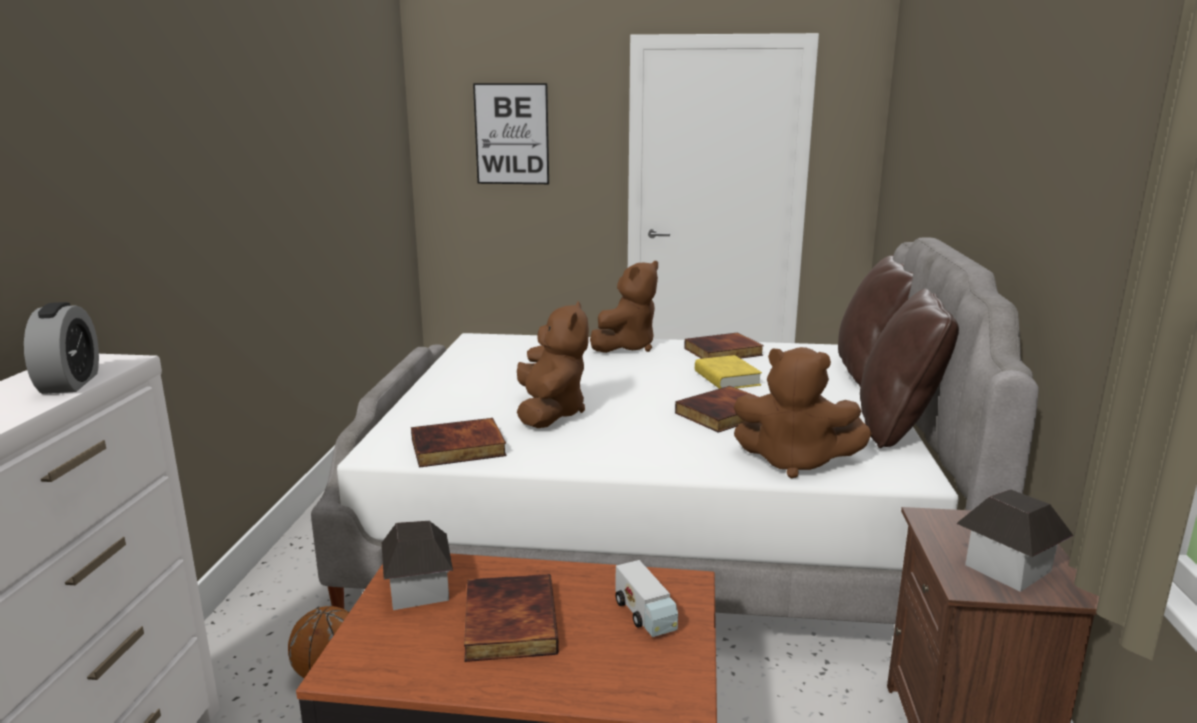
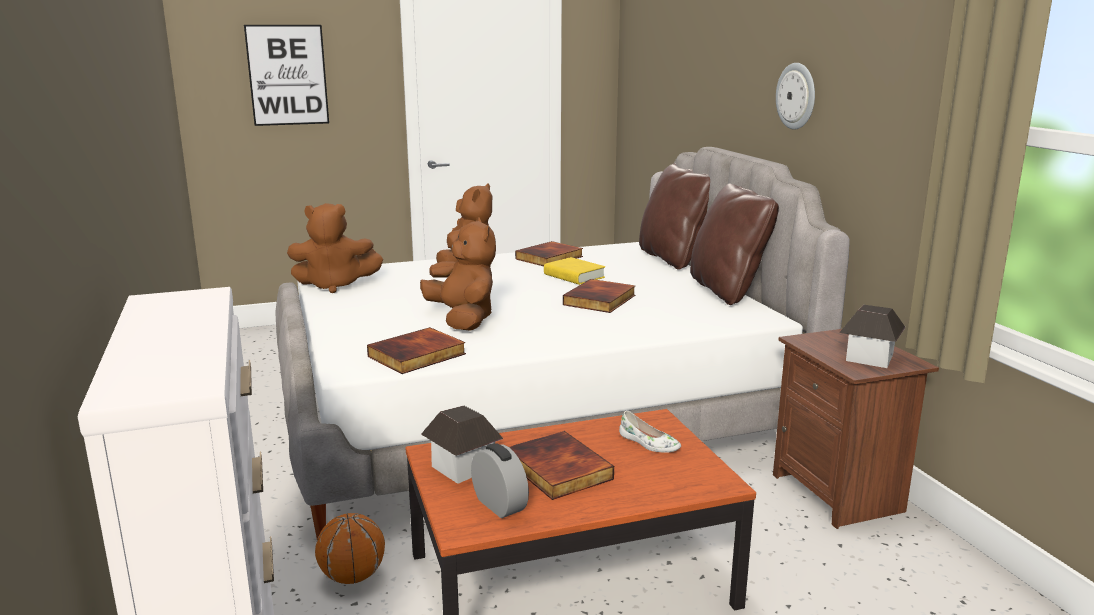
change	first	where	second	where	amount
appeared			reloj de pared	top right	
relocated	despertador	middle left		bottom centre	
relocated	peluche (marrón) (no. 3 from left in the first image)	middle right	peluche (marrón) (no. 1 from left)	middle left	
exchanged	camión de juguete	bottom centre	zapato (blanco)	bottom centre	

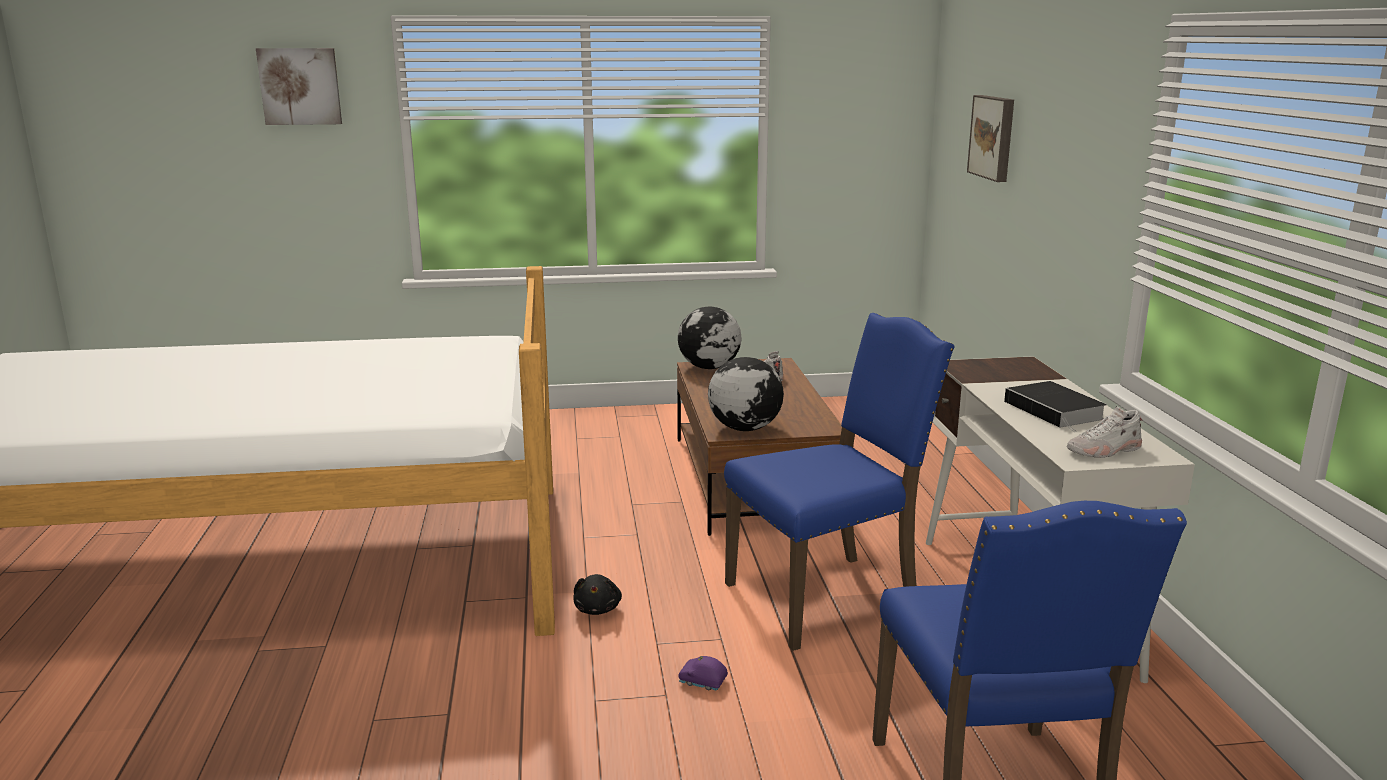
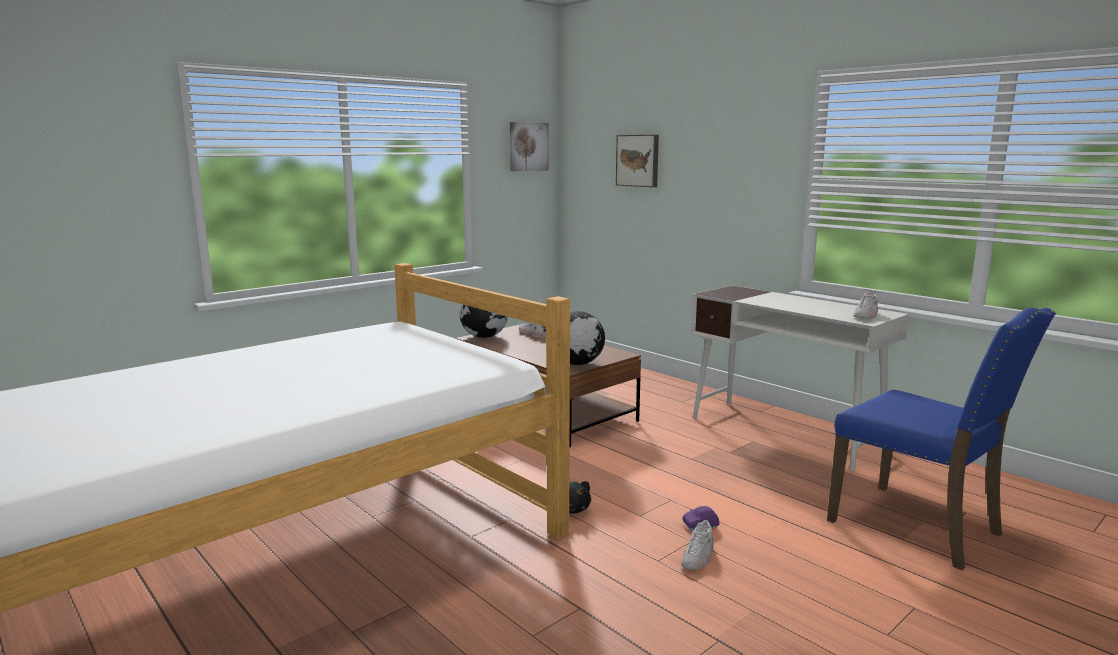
change	first	where	second	where	amount
missing	silla (azul) (no. 1 from left)	centre			
missing	libro	middle right			
appeared			zapato (blanco) (no. 2 from left)	bottom centre	
relocated	cuadro (no. 1 from left)	top left		top centre	

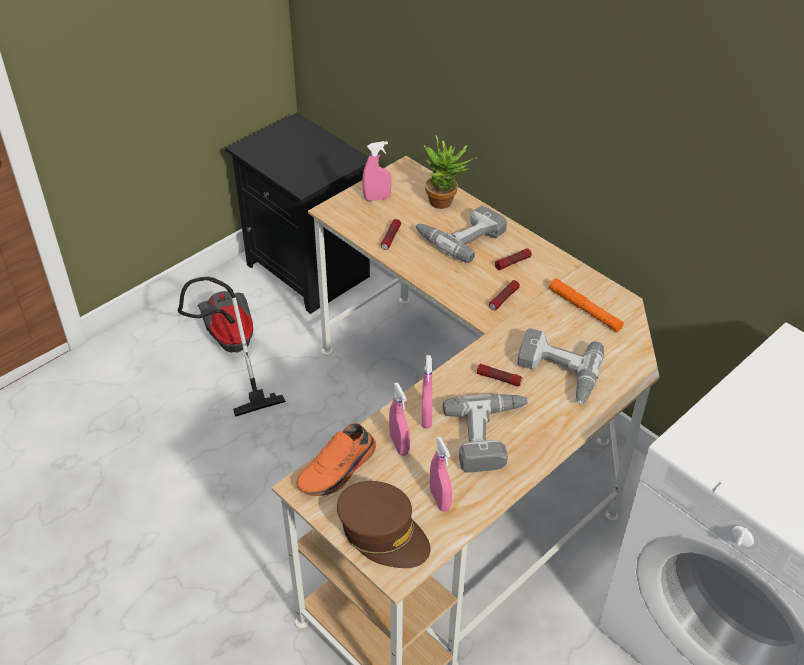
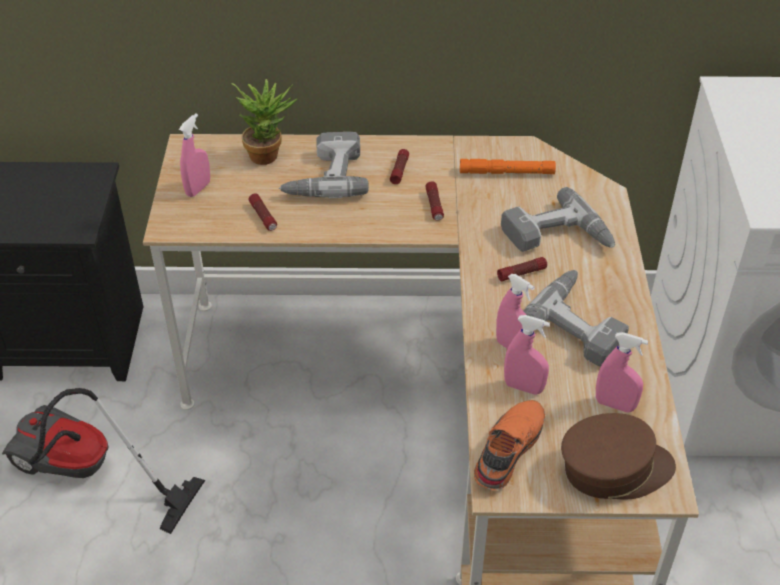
change	first	where	second	where	amount
spun	zapato (naranja)	bottom centre		bottom centre	150 degrees counterclockwise

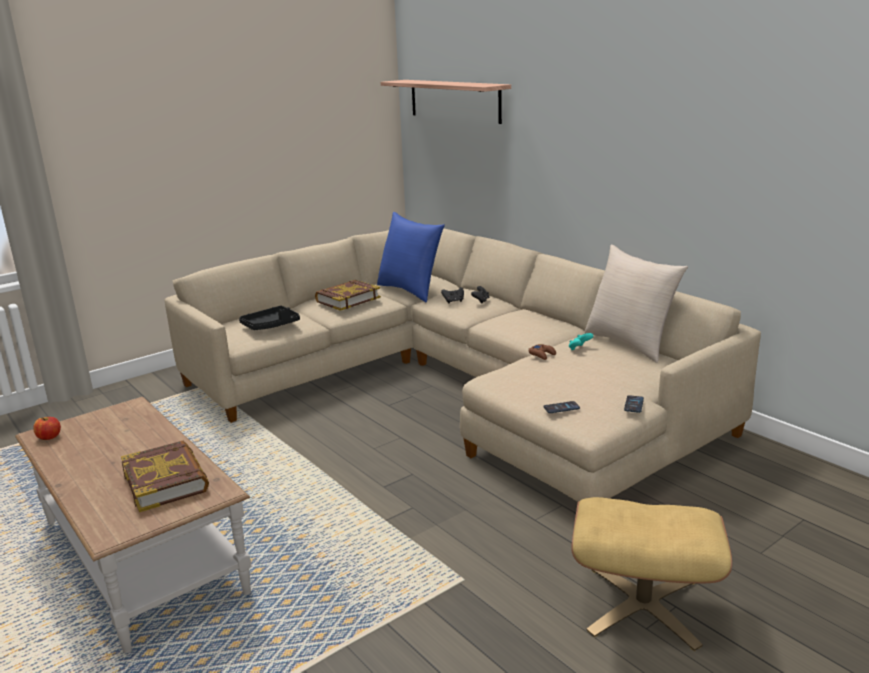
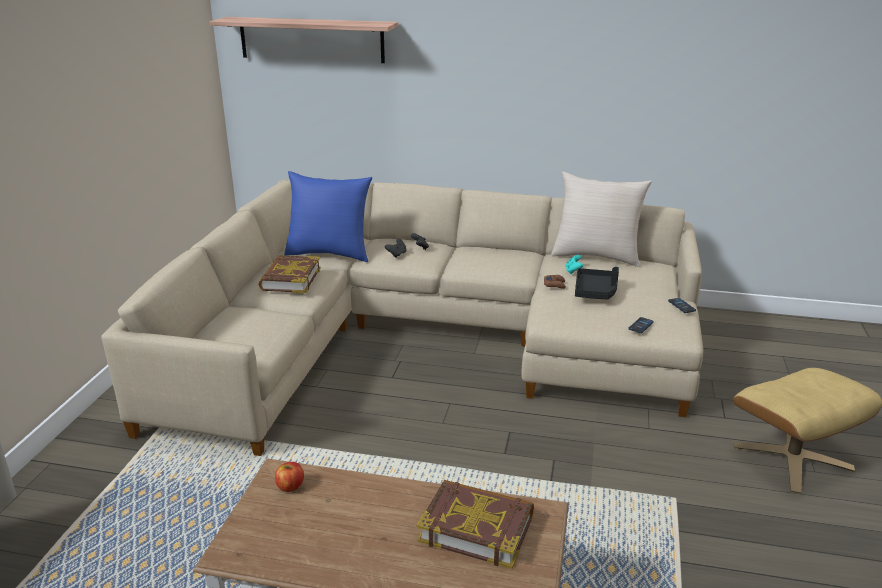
change	first	where	second	where	amount
relocated	manzana	middle left		bottom left	
relocated	bandeja (negro)	middle left		middle right	

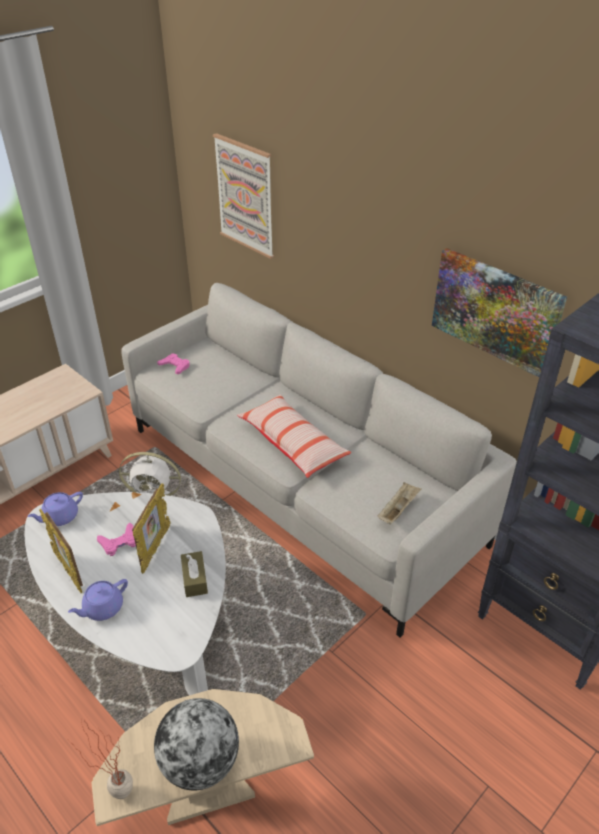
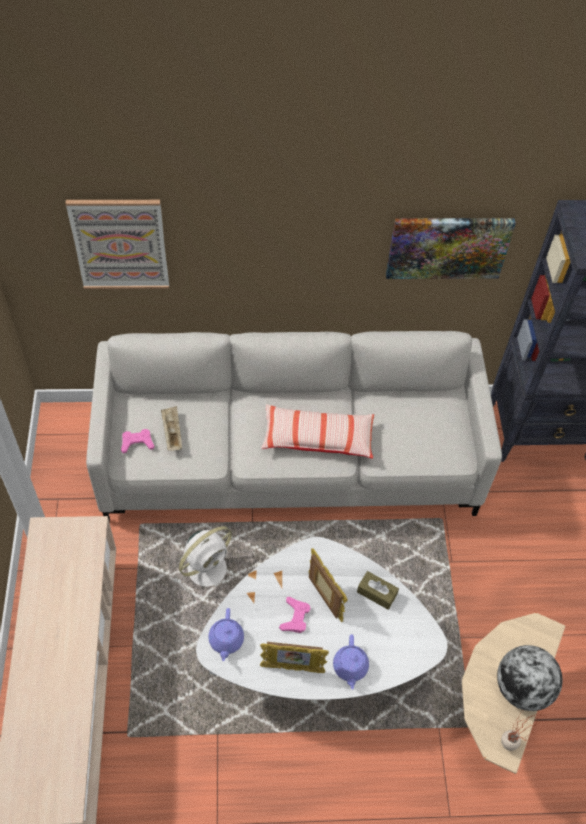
change	first	where	second	where	amount
relocated	bandeja (beis)	centre		middle left	

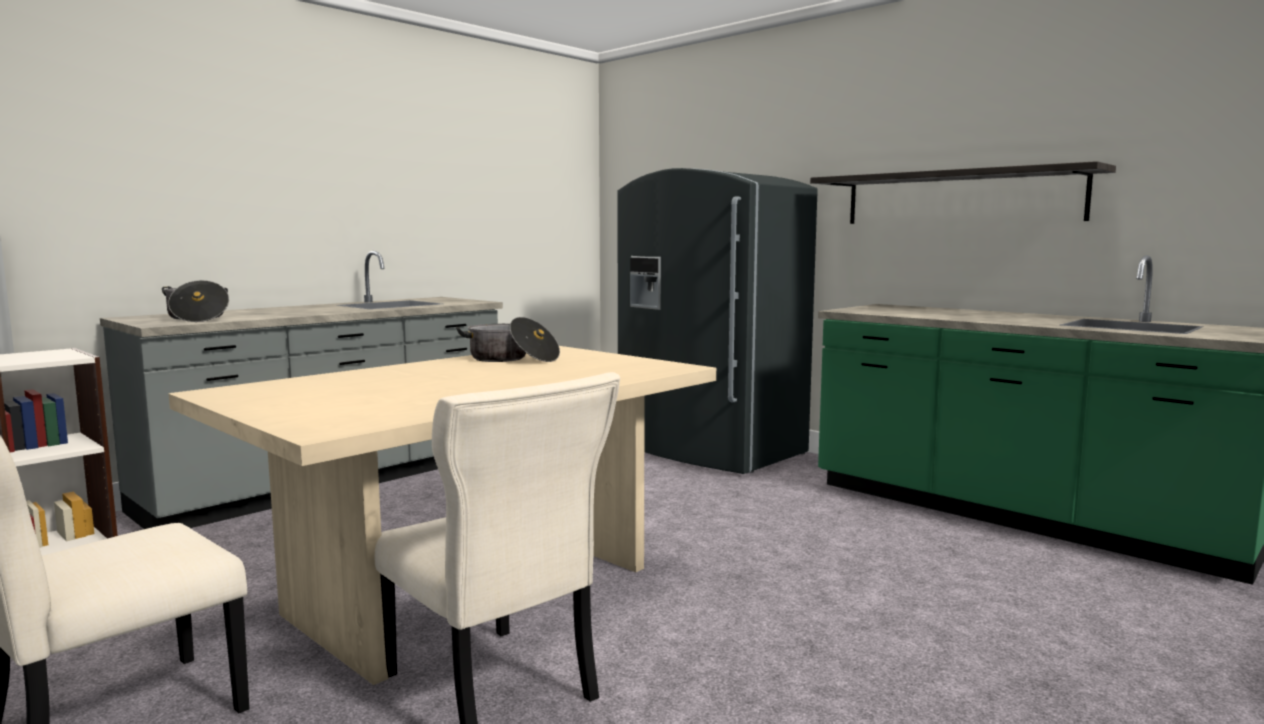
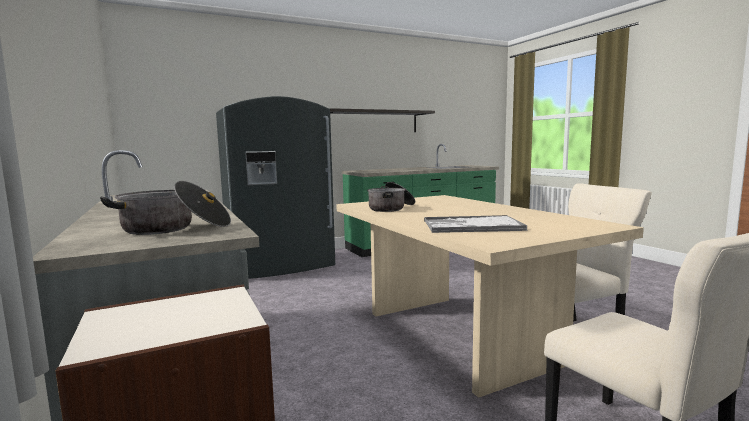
change	first	where	second	where	amount
appeared			bandeja	centre	

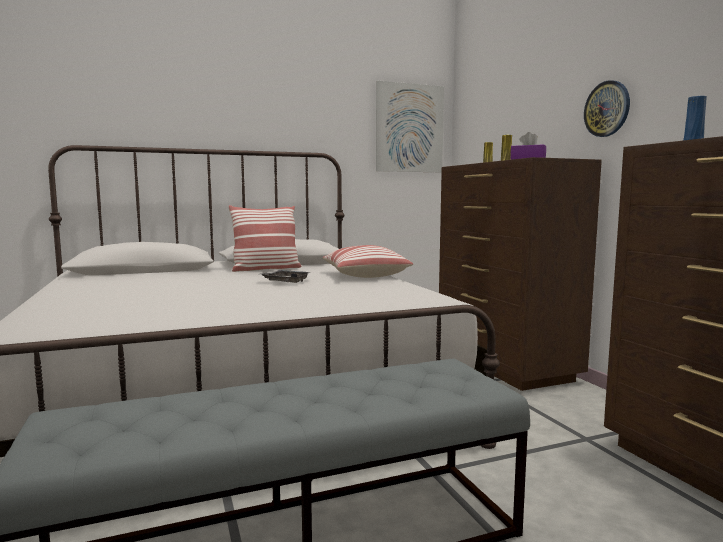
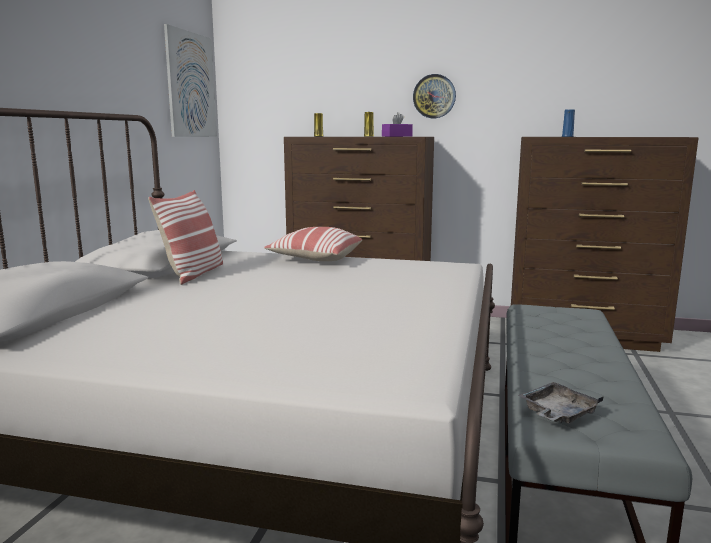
change	first	where	second	where	amount
relocated	bandeja (gris)	centre		bottom right	

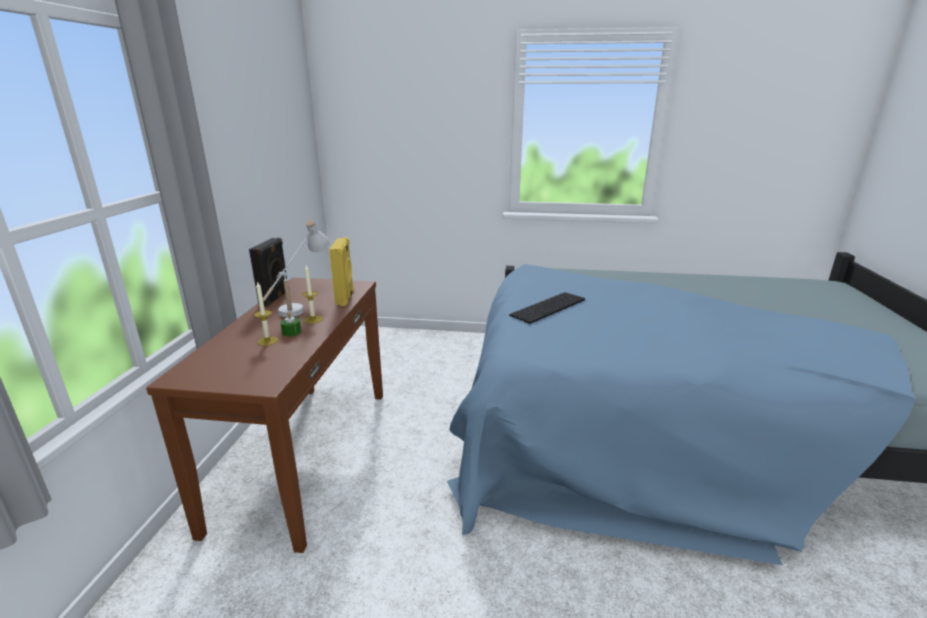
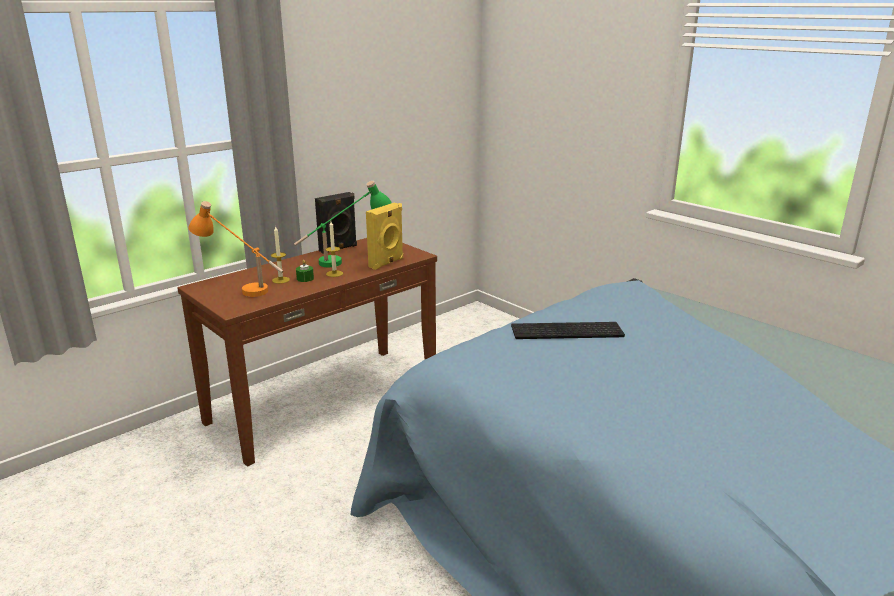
change	first	where	second	where	amount
appeared			lámpara de mesa (naranja)	middle left	
colour	lámpara de mesa (blanco)	middle left	lámpara de mesa (verde)	centre	

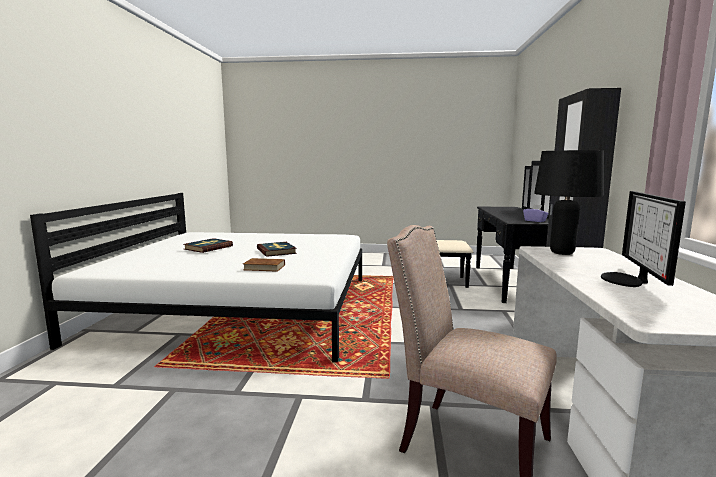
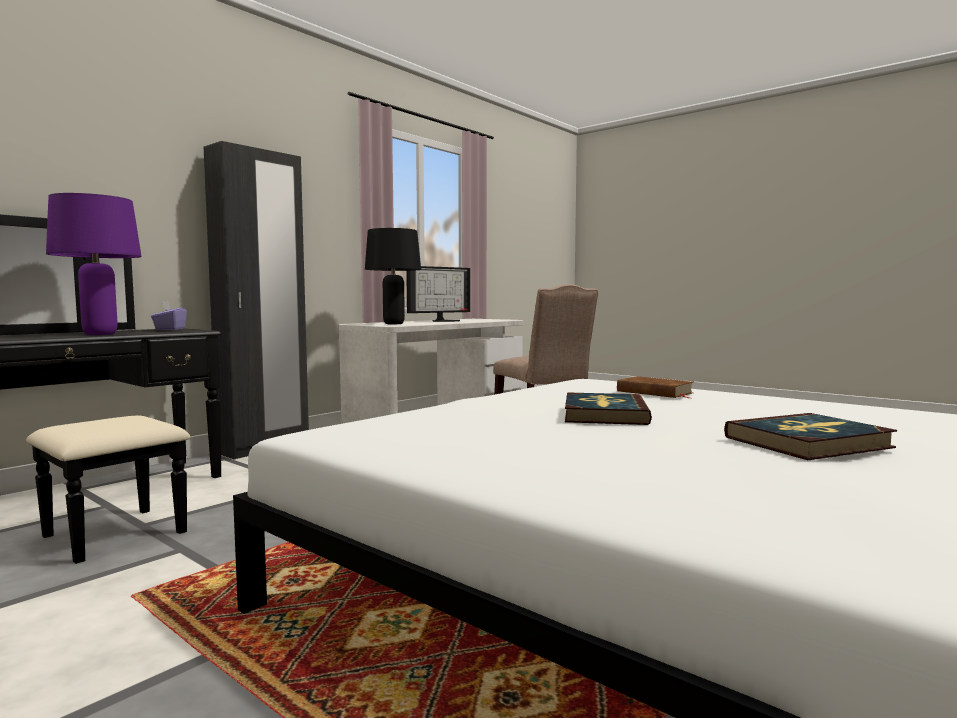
change	first	where	second	where	amount
appeared			lámpara de mesa (morado)	middle left	

